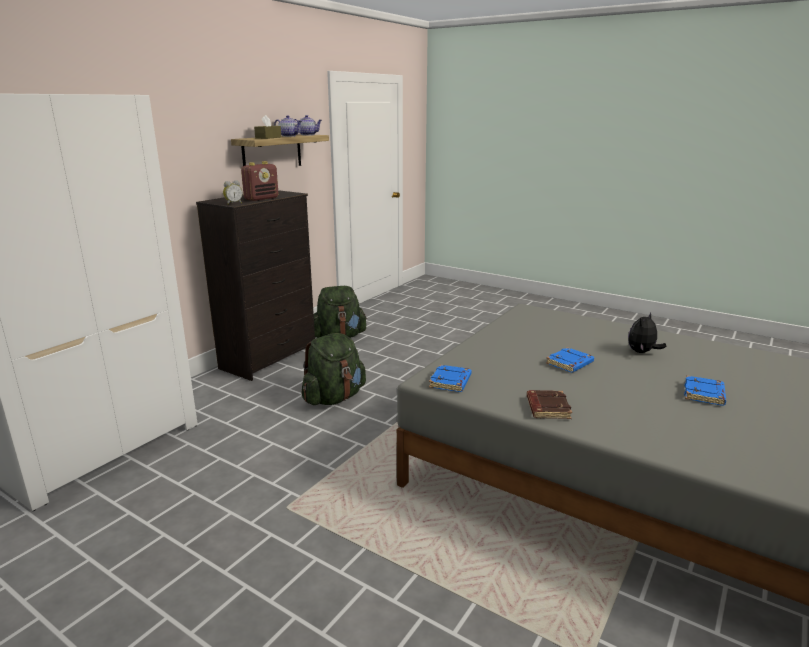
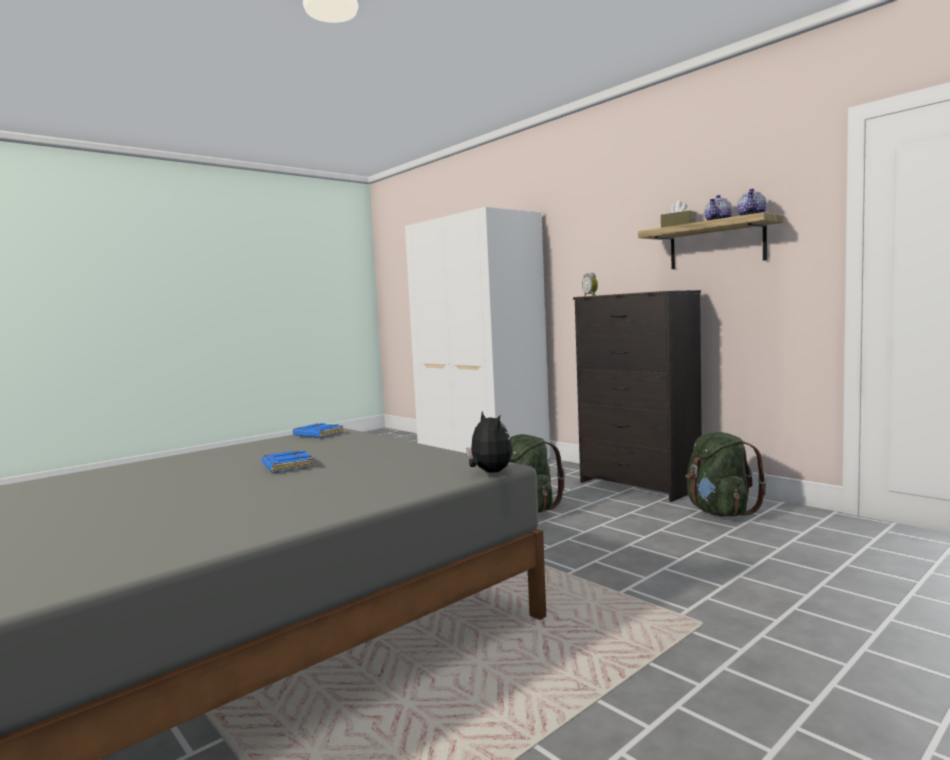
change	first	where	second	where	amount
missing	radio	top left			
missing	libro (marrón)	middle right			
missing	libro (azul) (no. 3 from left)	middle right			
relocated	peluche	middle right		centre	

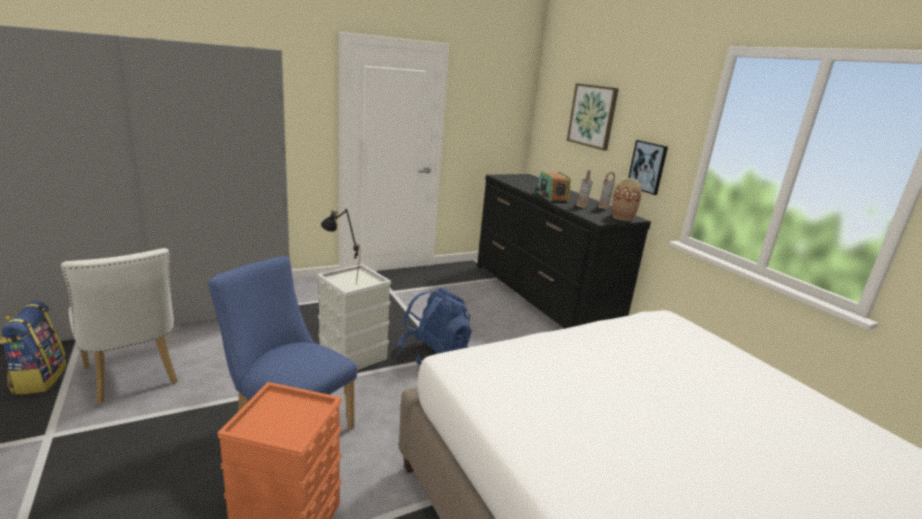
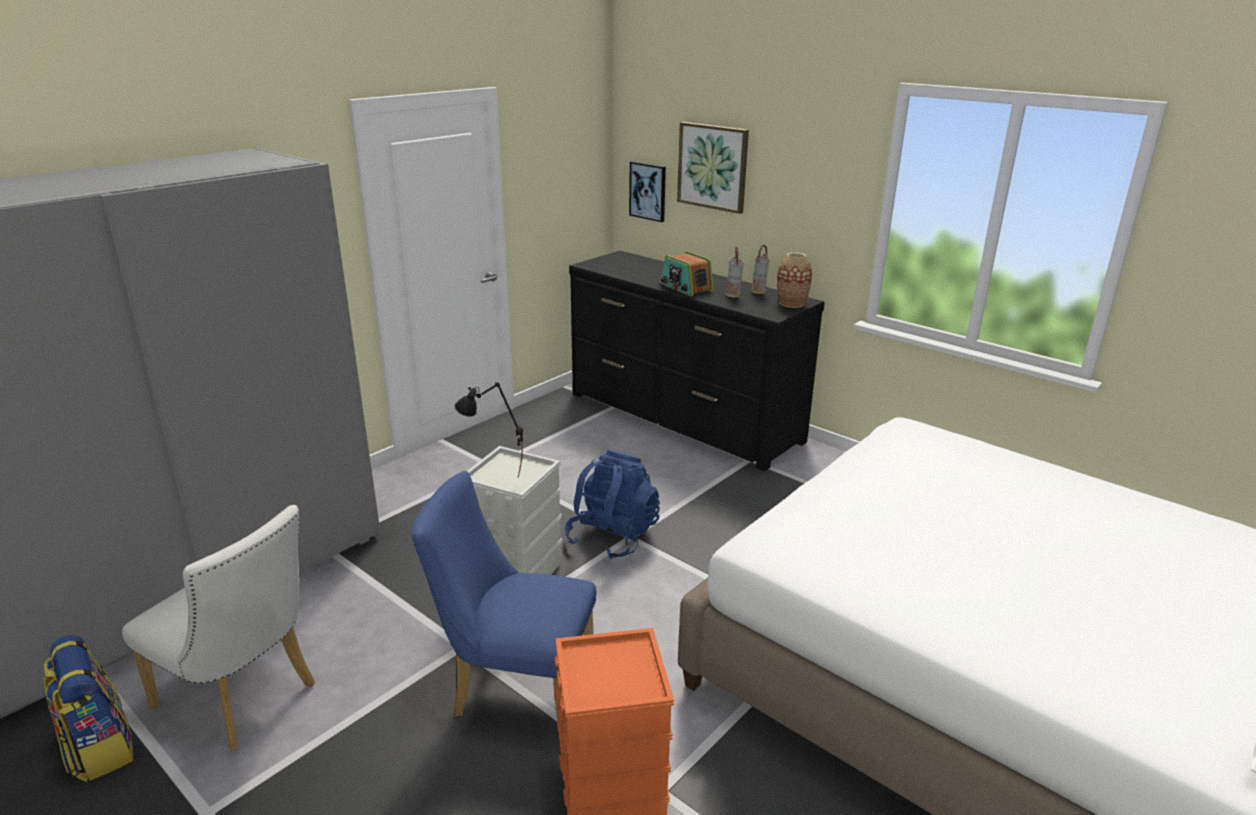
change	first	where	second	where	amount
relocated	cuadro (no. 2 from left in the first image)	top right	cuadro (no. 1 from left)	top centre	

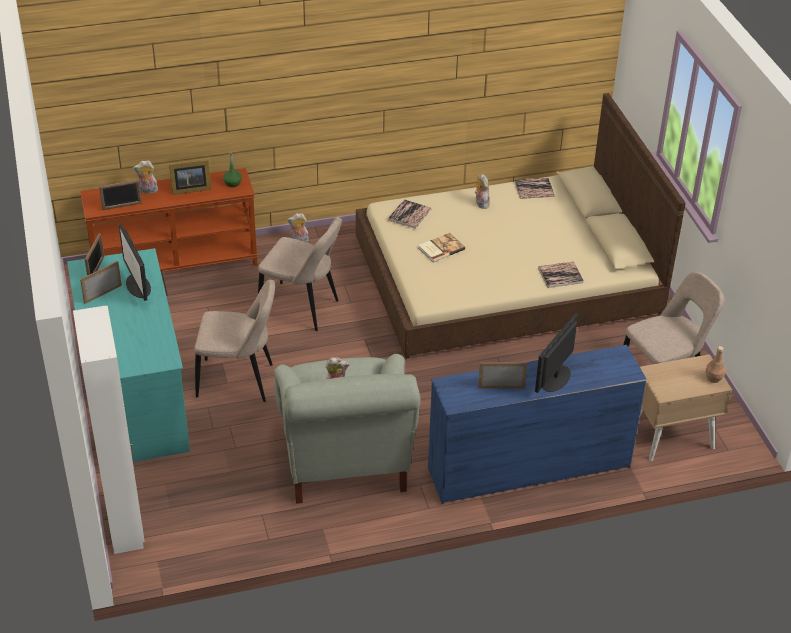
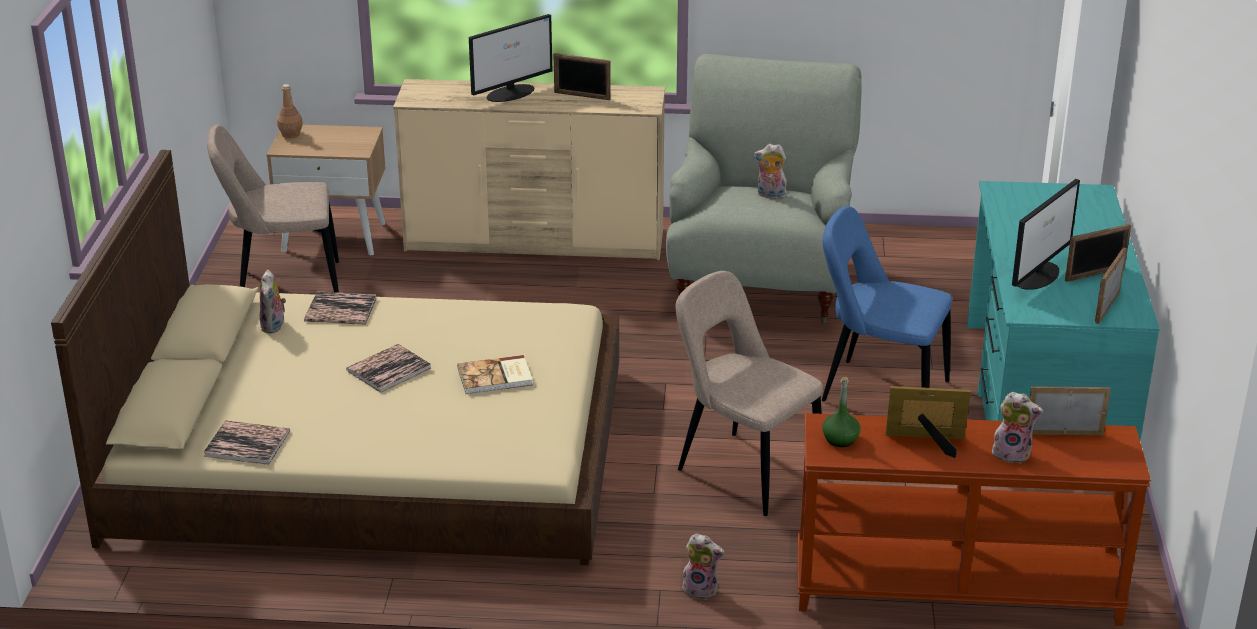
change	first	where	second	where	amount
relocated	libro (no. 1 from left in the first image)	centre	libro (no. 3 from left)	middle left	
relocated	peluche (no. 4 from left in the first image)	top centre	peluche (no. 1 from left)	middle left	
colour	silla (beis) (no. 1 from left)	middle left	silla (azul)	middle right	
colour	cómoda (azul)	bottom right	cómoda (beis)	top centre	
spun	monitor (no. 1 from left in the first image)	middle left	monitor (no. 2 from left)	middle right	45 degrees clockwise

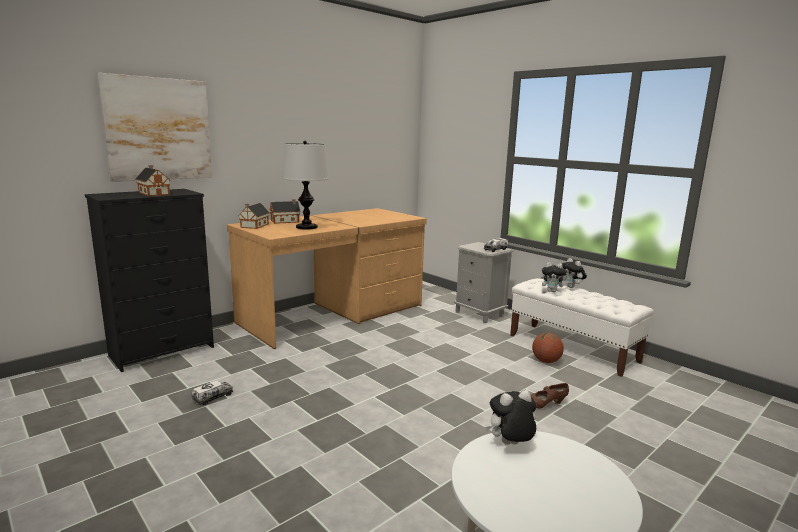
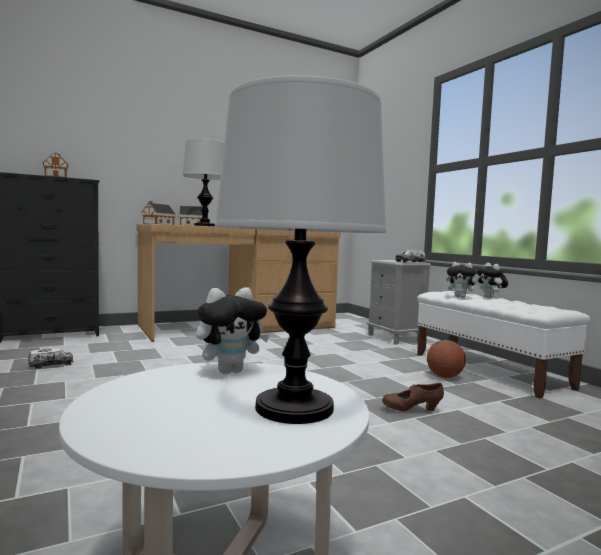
change	first	where	second	where	amount
missing	cuadro	top left			
appeared			lámpara de mesa (no. 2 from left)	centre	
spun	peluche (no. 1 from left)	bottom centre		centre	150 degrees clockwise

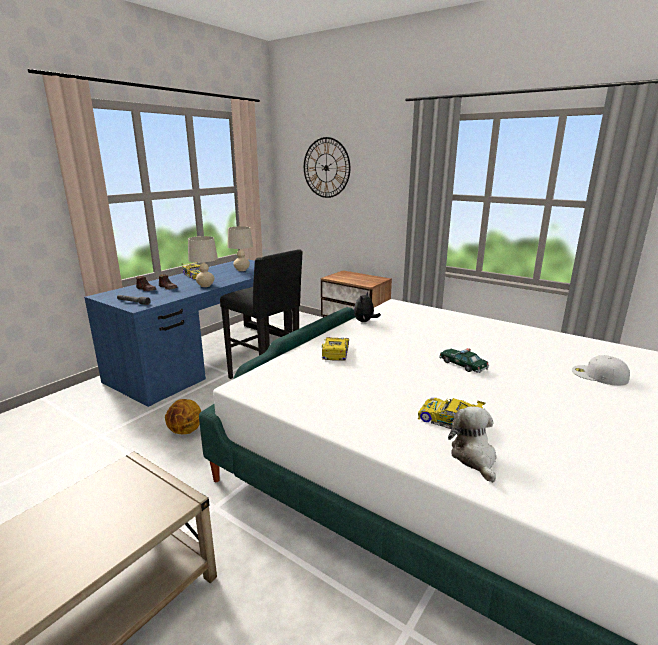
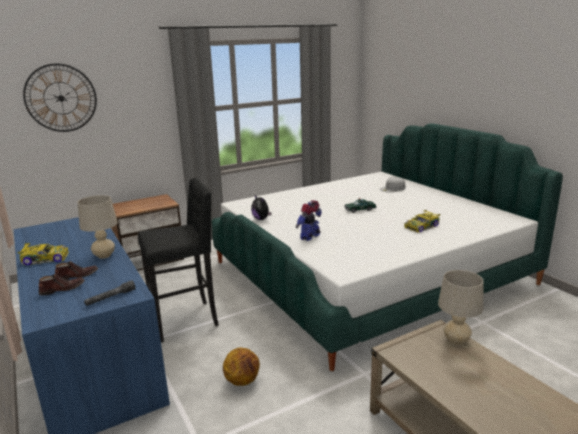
change	first	where	second	where	amount
missing	peluche (no. 2 from left)	bottom right			
relocated	lámpara de mesa (beis) (no. 2 from left)	centre		bottom right	
exchanged	coche de juguete (no. 2 from left)	centre	robot de juguete	centre	

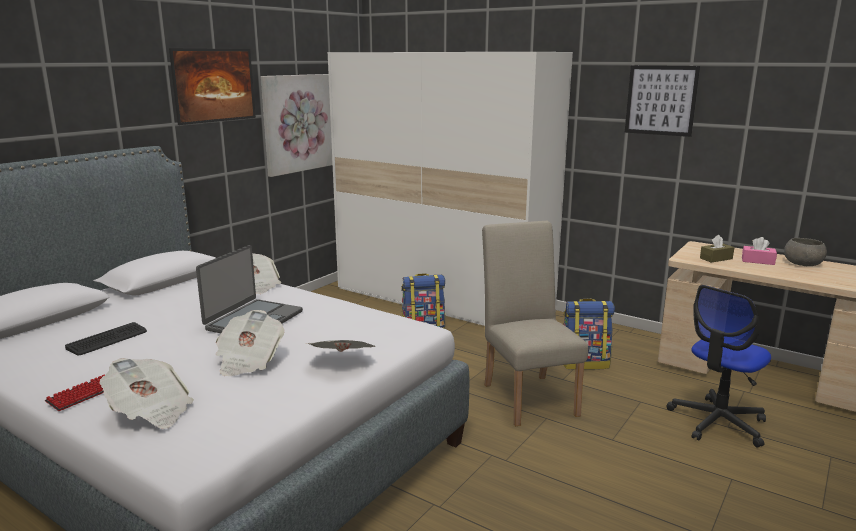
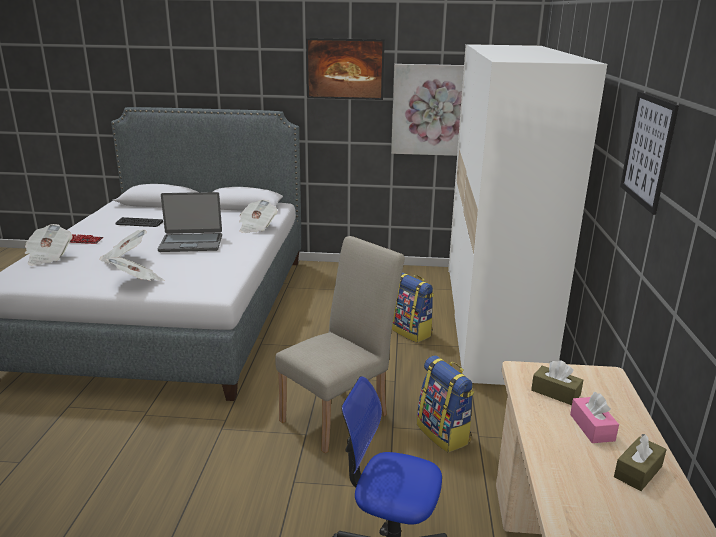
change	first	where	second	where	amount
exchanged	cuenco (gris)	middle right	caja de pañuelos (marrón) (no. 2 from left)	bottom right	

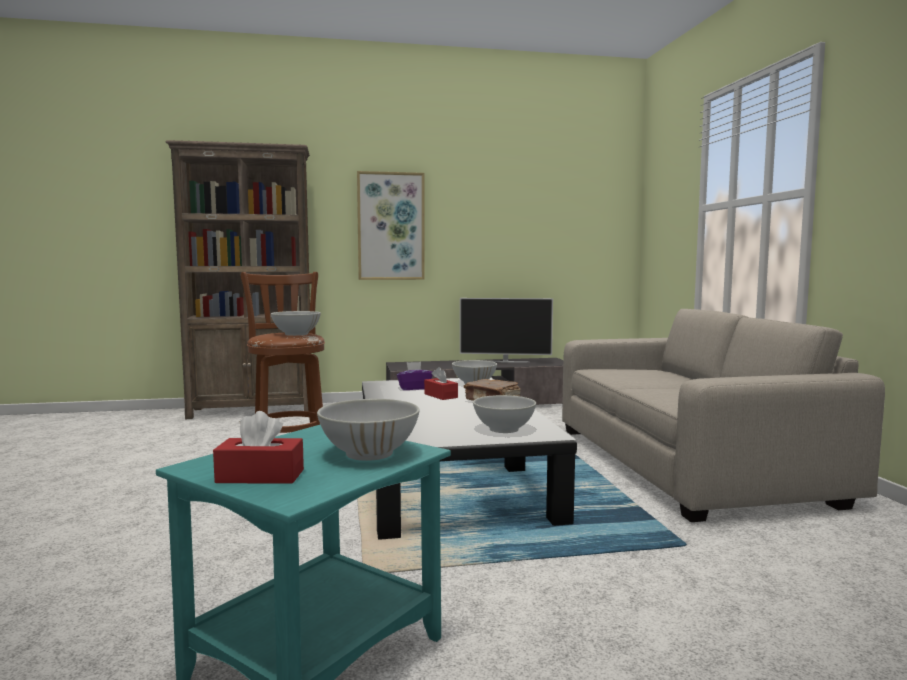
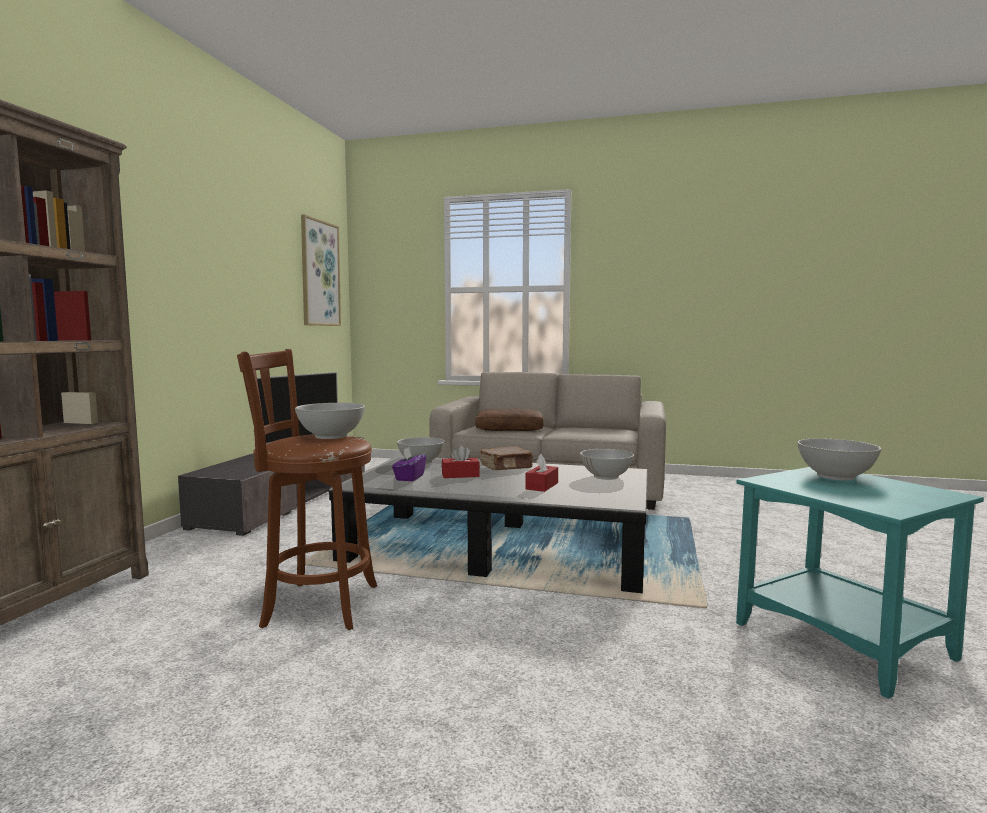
change	first	where	second	where	amount
appeared			cojín (marrón)	centre	
relocated	caja de pañuelos (rojo) (no. 1 from left in the first image)	middle left	caja de pañuelos (rojo) (no. 2 from left)	centre	
relocated	cuadro	top centre		top left	

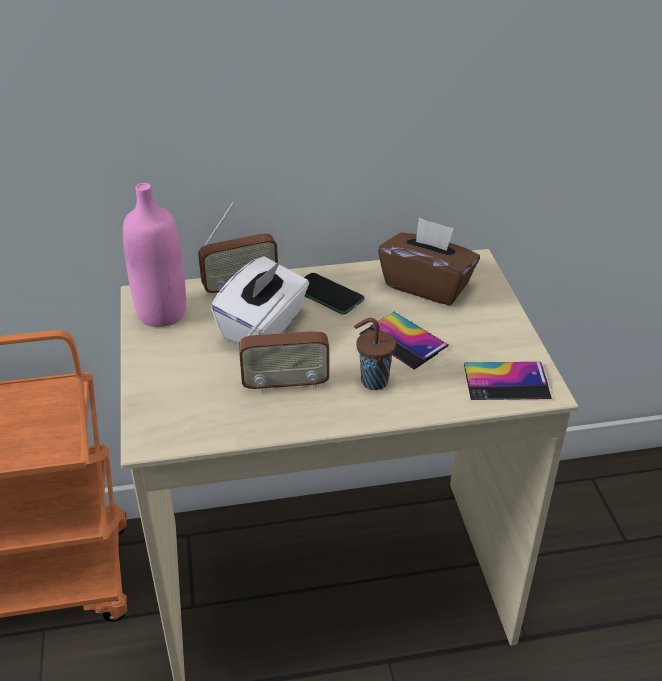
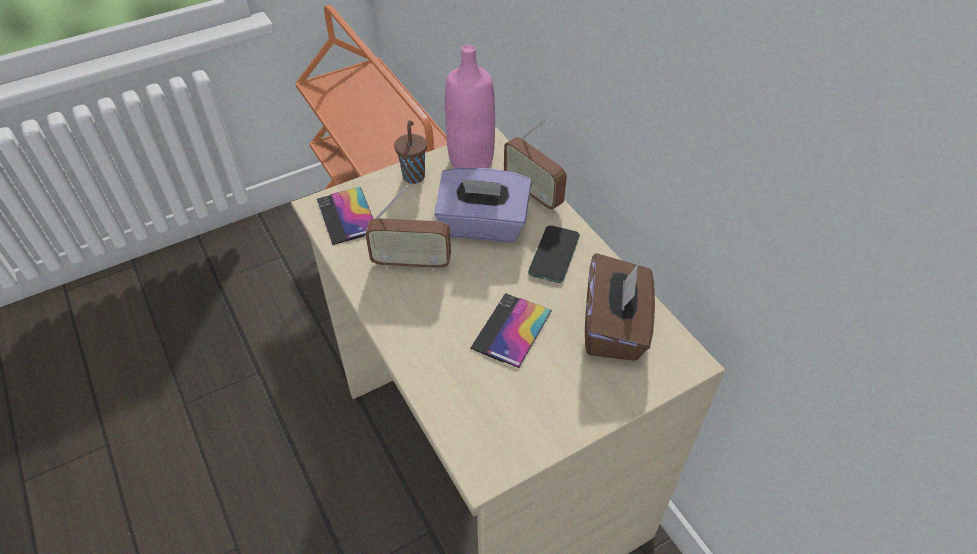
change	first	where	second	where	amount
relocated	taza (marrón)	centre		top centre	
relocated	móvil (no. 3 from left in the first image)	middle right	móvil (no. 1 from left)	centre	
colour	caja de pañuelos (blanco)	centre	caja de pañuelos (morado)	centre	
spun	radio (no. 2 from left in the first image)	centre	radio (no. 1 from left)	centre	60 degrees counterclockwise

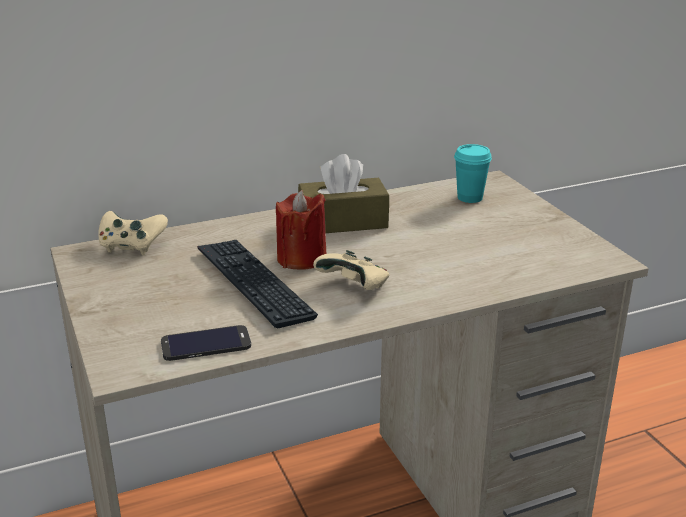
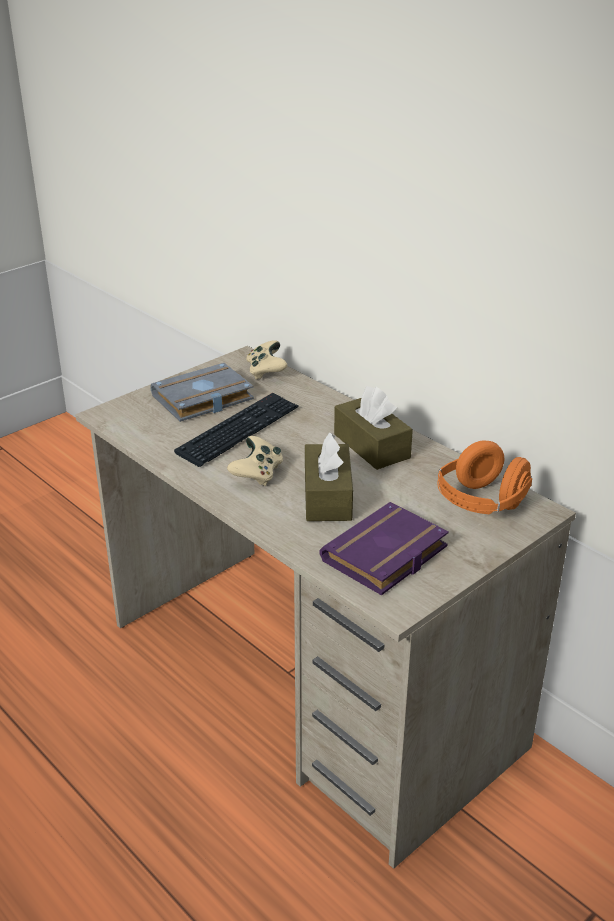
change	first	where	second	where	amount
missing	móvil	middle left			
missing	vela (rojo)	centre			
appeared			libro (gris)	middle left	
appeared			caja de pañuelos (marrón) (no. 1 from left)	centre	
appeared			libro (morado)	centre	
exchanged	taza (turquesa)	middle right	auriculares (naranja)	middle right	

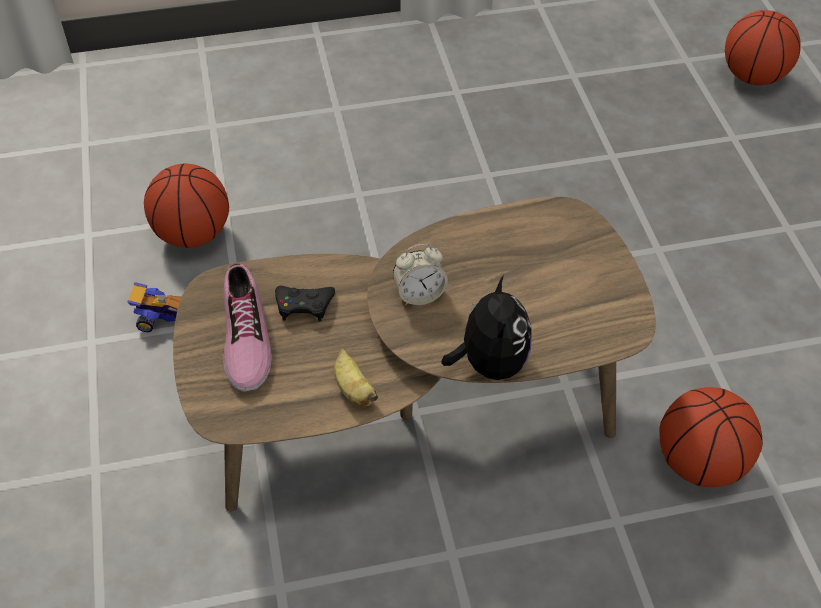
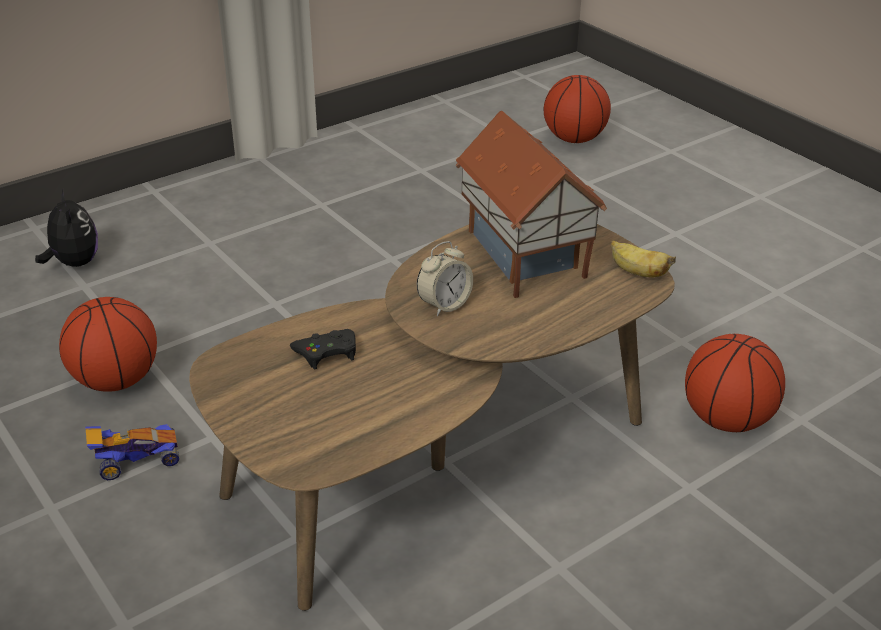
change	first	where	second	where	amount
missing	zapato	middle left			
appeared			casita	top centre	
relocated	plátano	centre		middle right	
relocated	peluche	centre		middle left	

